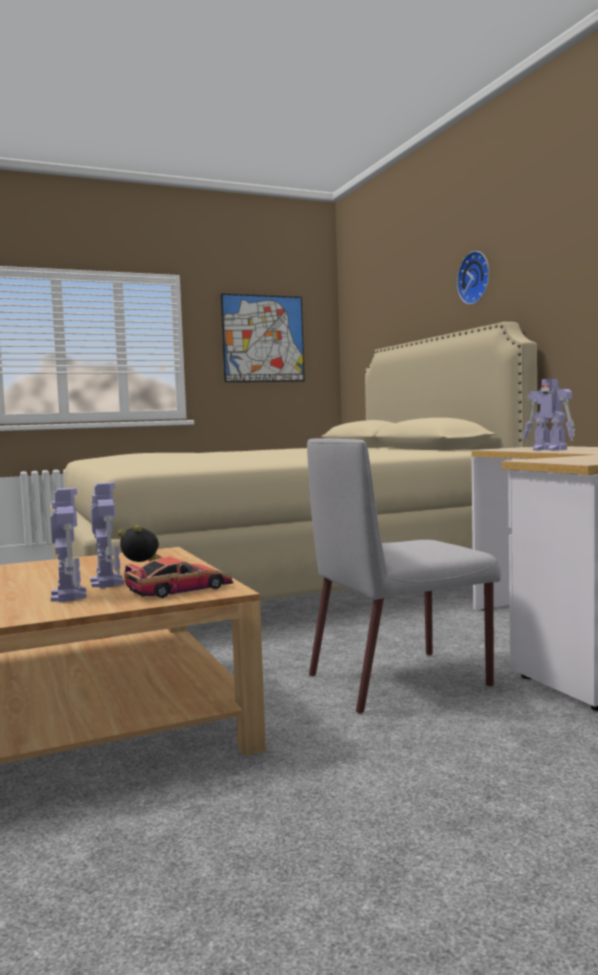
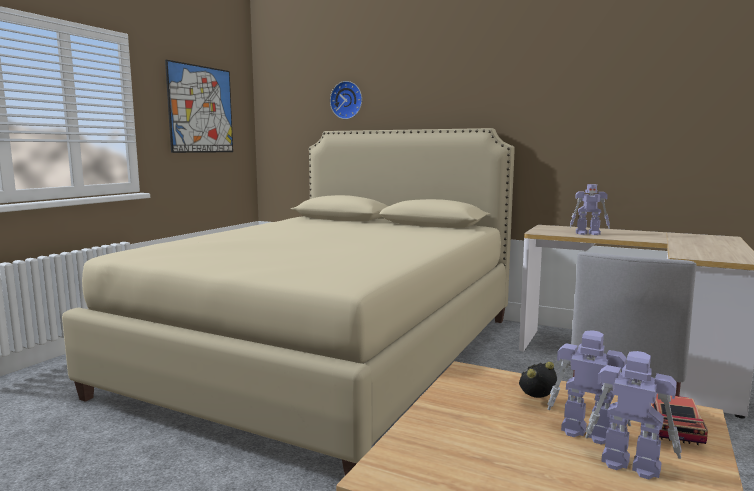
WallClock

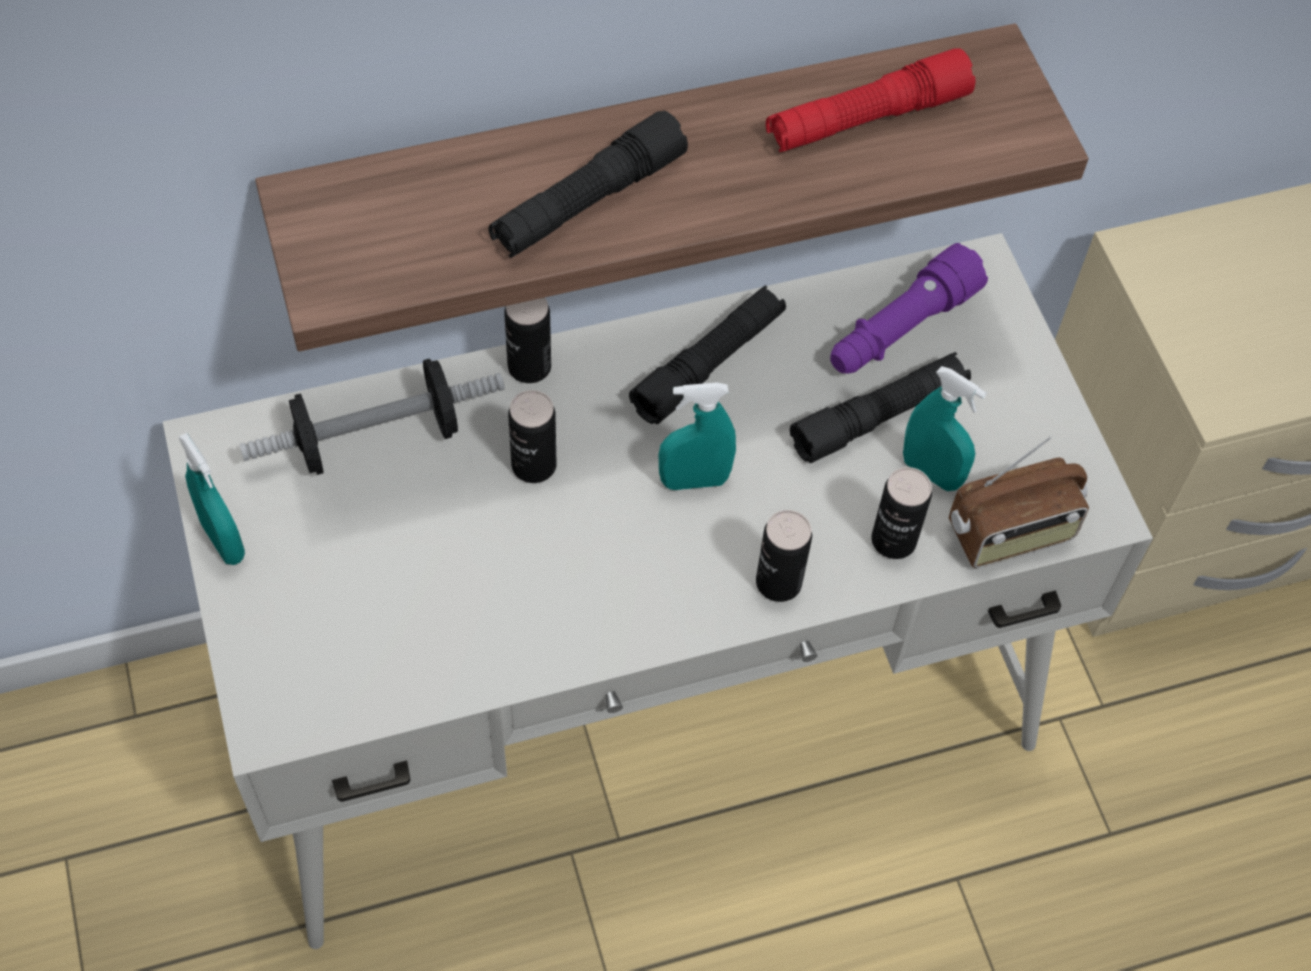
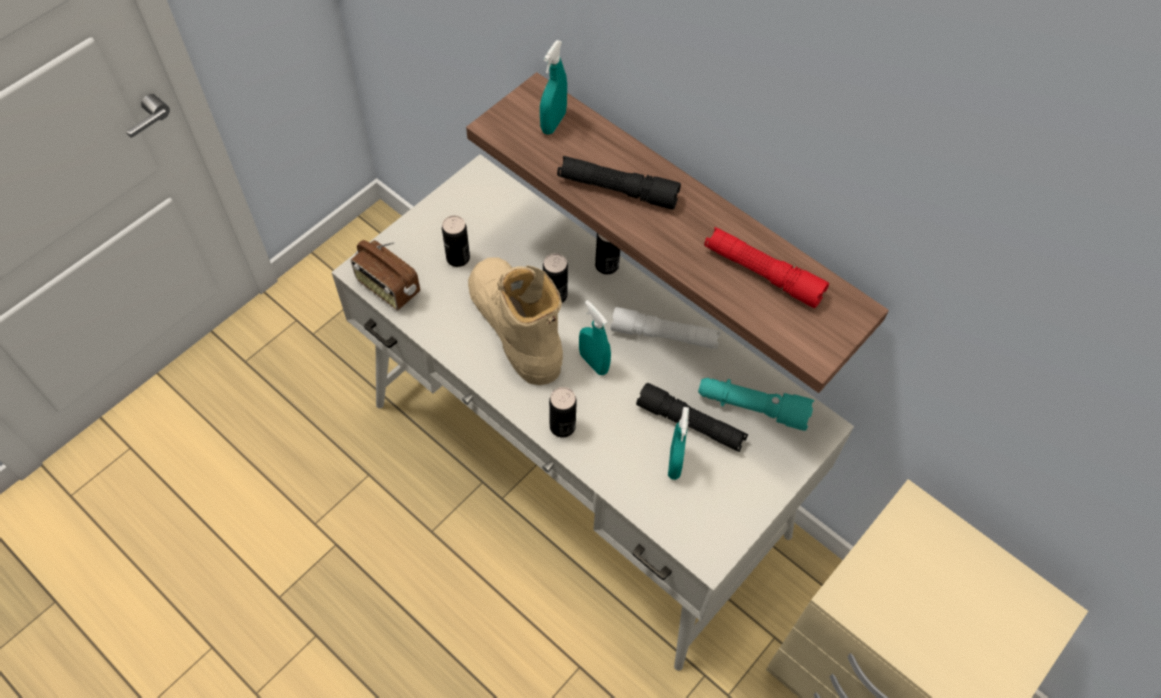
Radio
Can (1st from left)
BeigeBoot
TurquoiseSprayBottle (1st from left)
WhiteFlashlight
TurquoiseFlashlight
Dumbbell

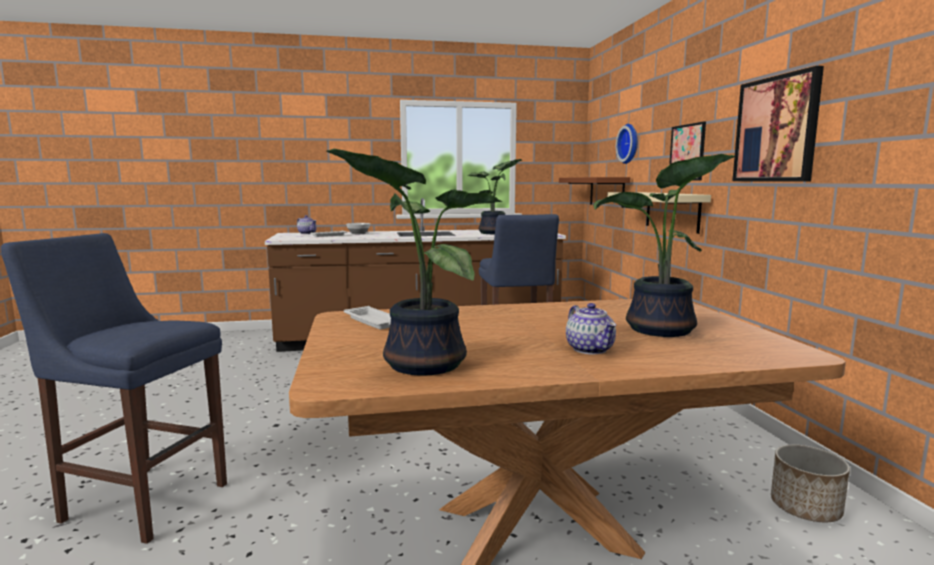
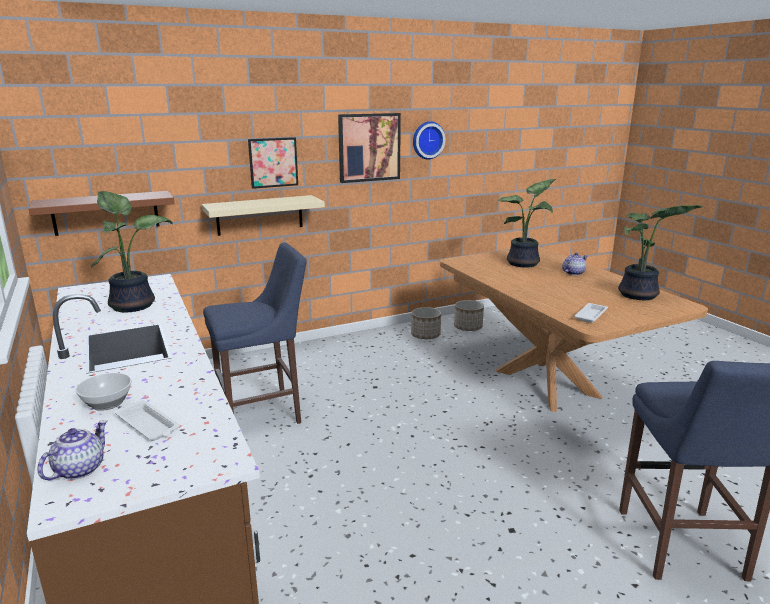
Planter (1st from left)
WallClock

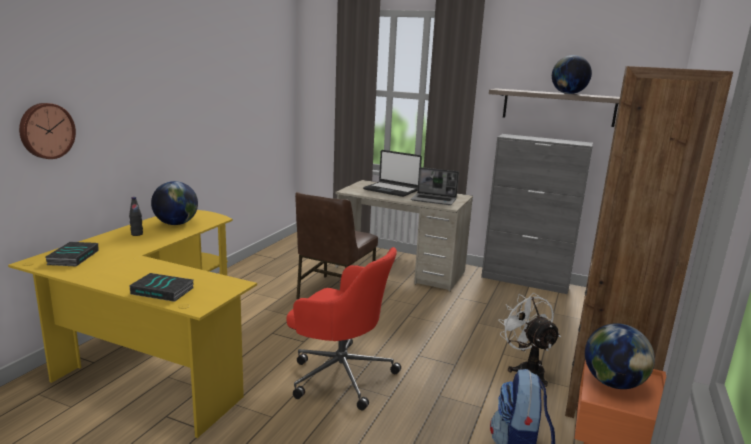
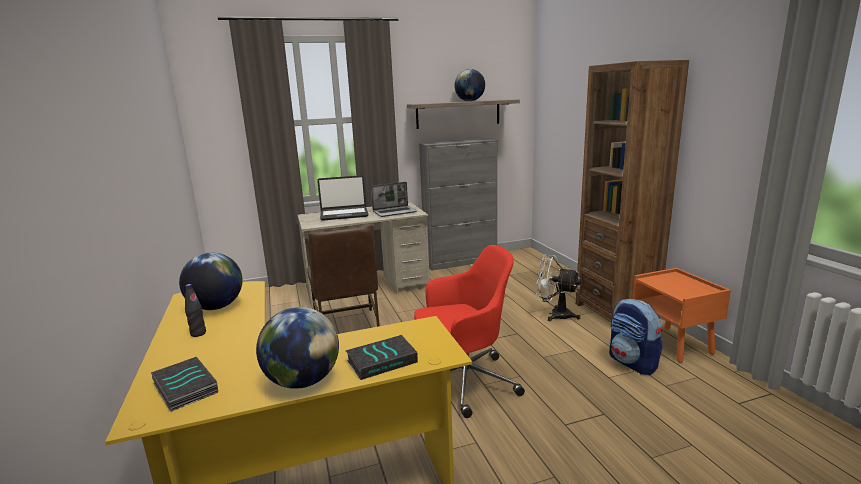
Globe (2nd from left)
WallClock

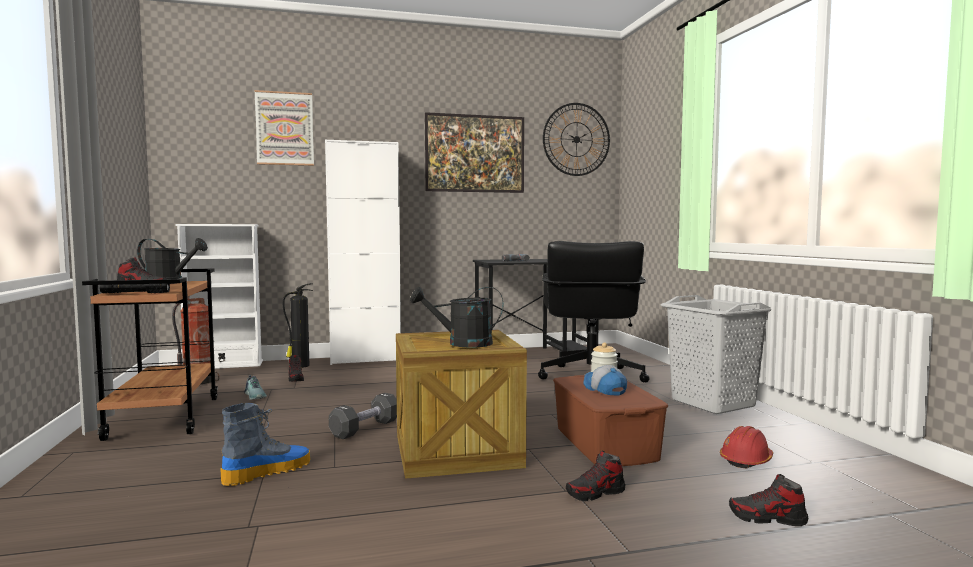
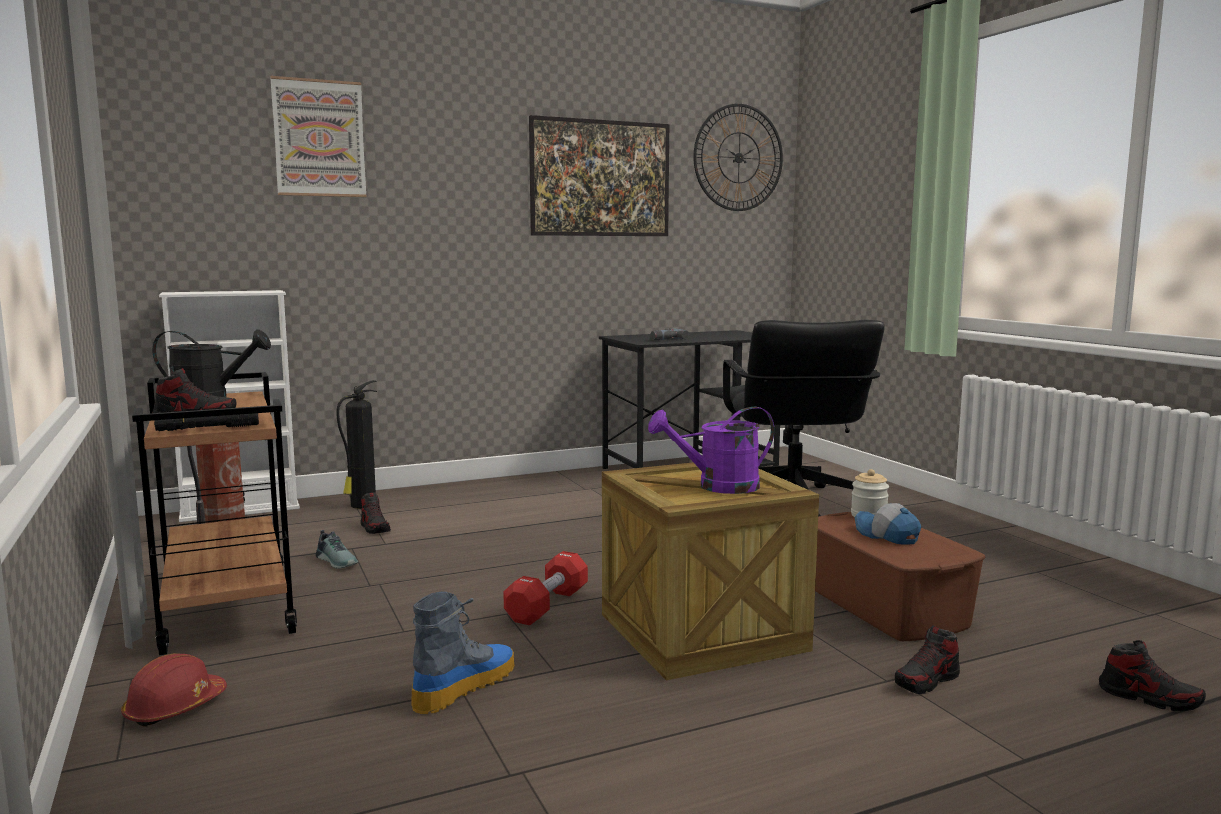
RedHardHat
RedDumbbell
PurpleWateringCan
Shoe (5th from left)
WhiteCabinet
GreyLaundryBasket

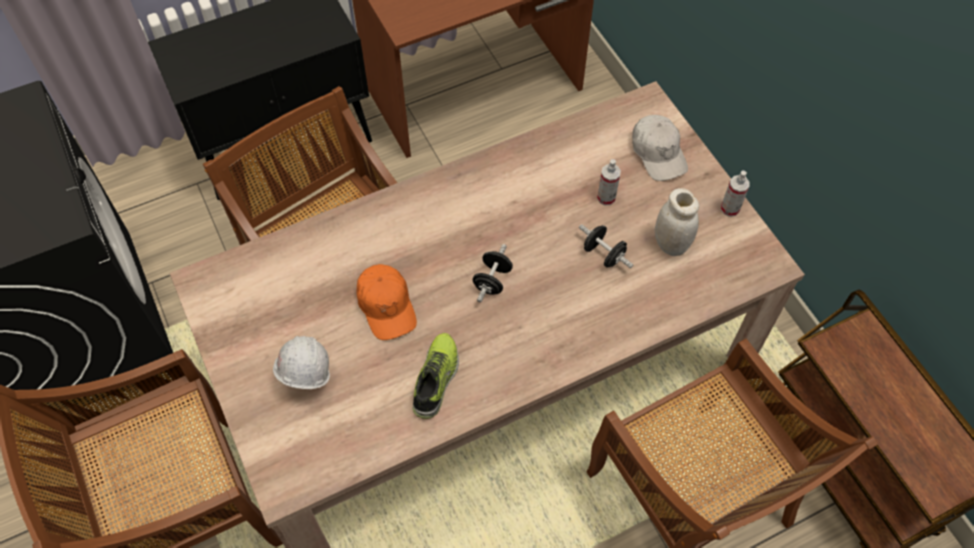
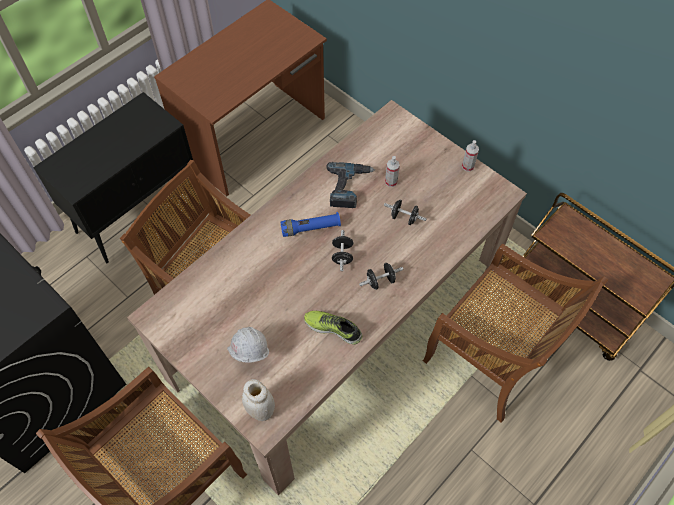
WhiteJar
BlueFlashlight
Shoe
PowerDrill
BlackDumbbell (2nd from left)
OrangeCap
WhiteCap

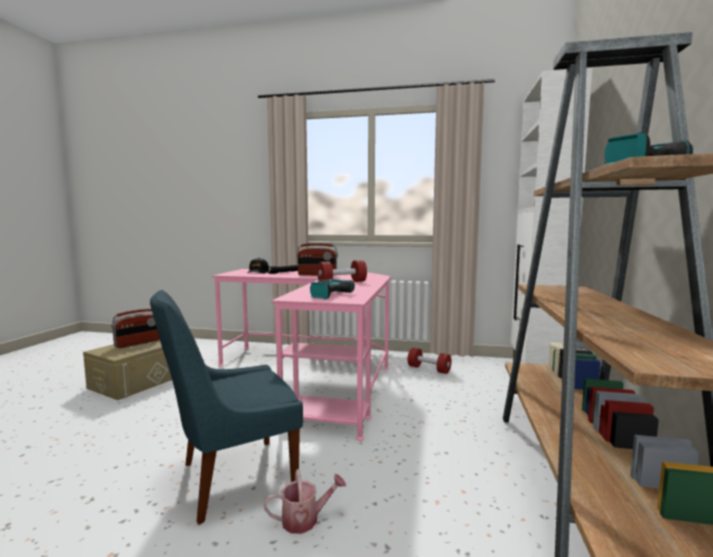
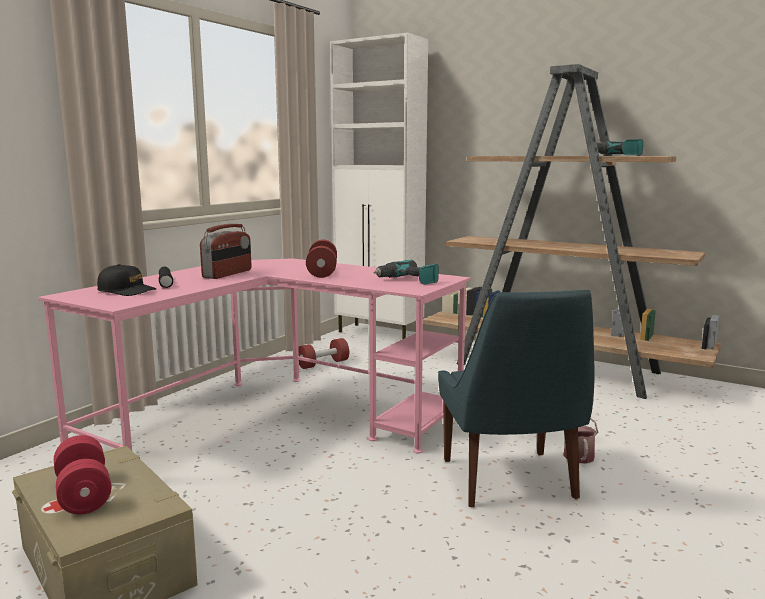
RedDumbbell (1st from left)

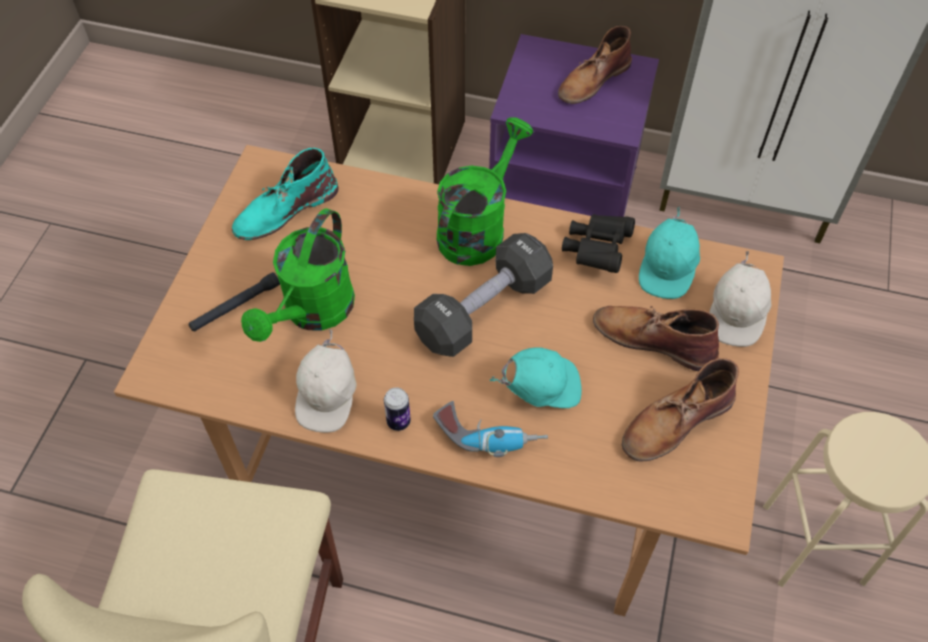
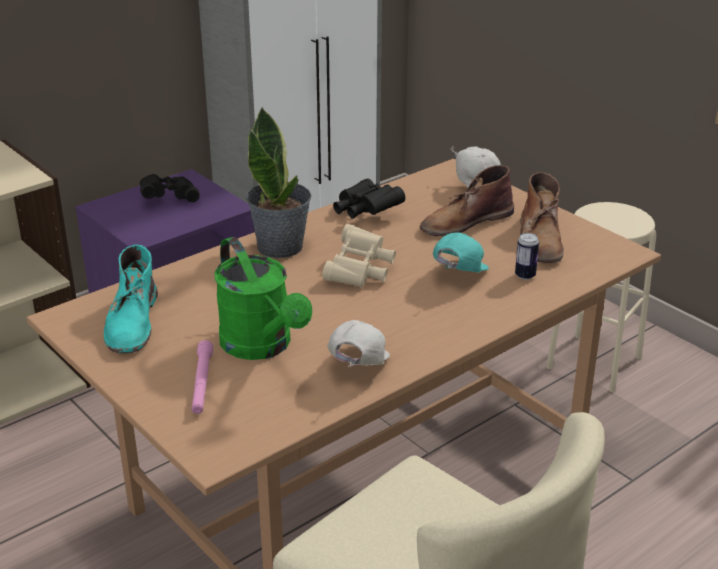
BlackBinoculars (1st from left)
PinkFlashlight
PottedPlant
BeigeBinoculars
WhiteCap (1st from left)
Can
PowerDrill
TurquoiseCap (2nd from left in the first image)

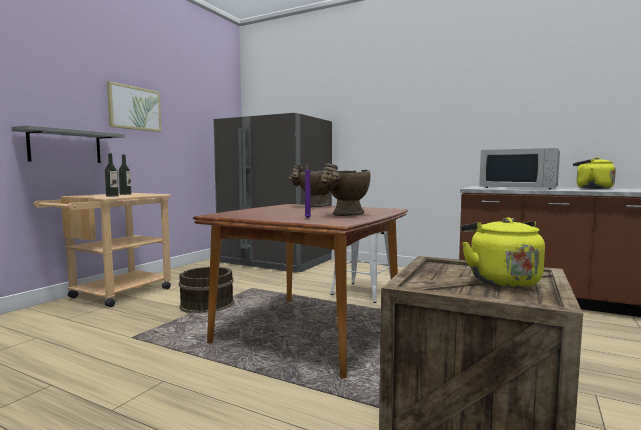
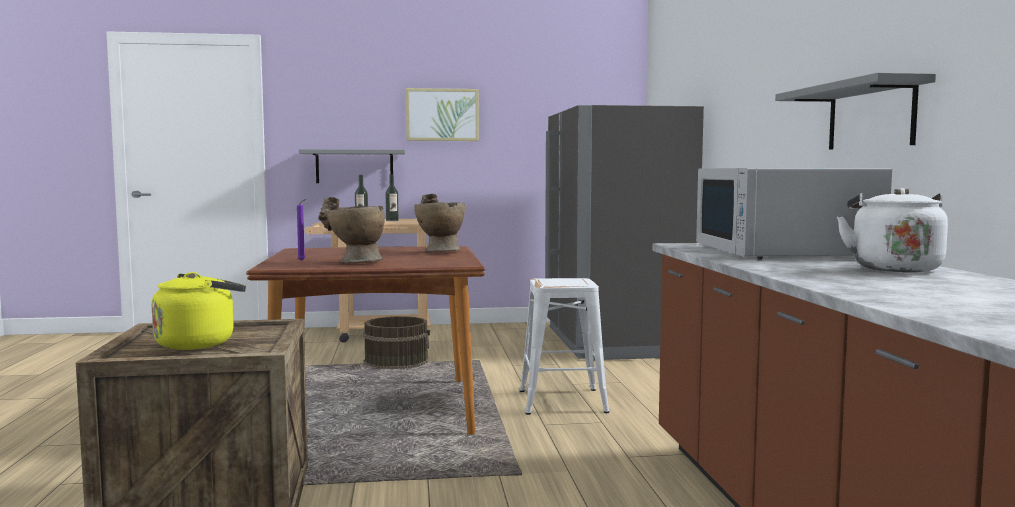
GreyShelf (2nd from left)
WhiteKettle

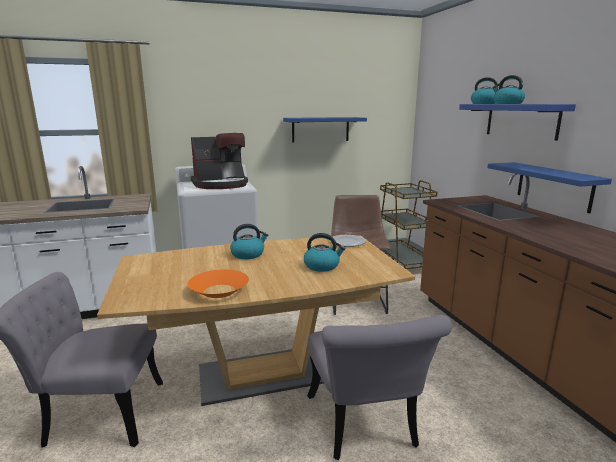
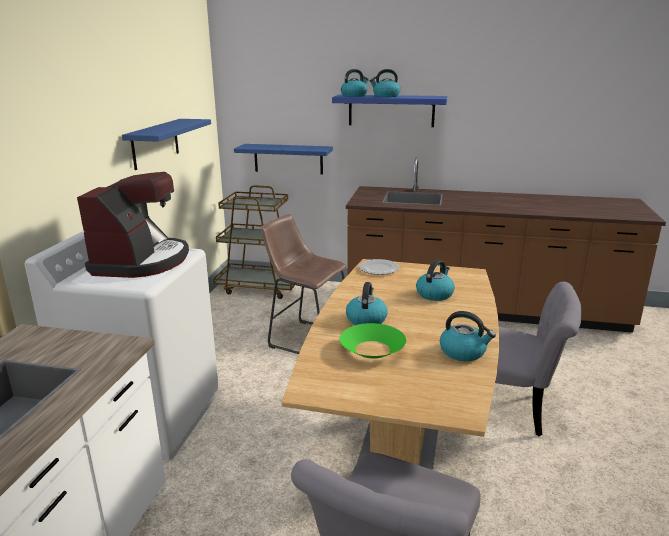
BlueShelf (2nd from left)
GreenBowl
Kettle (5th from left)

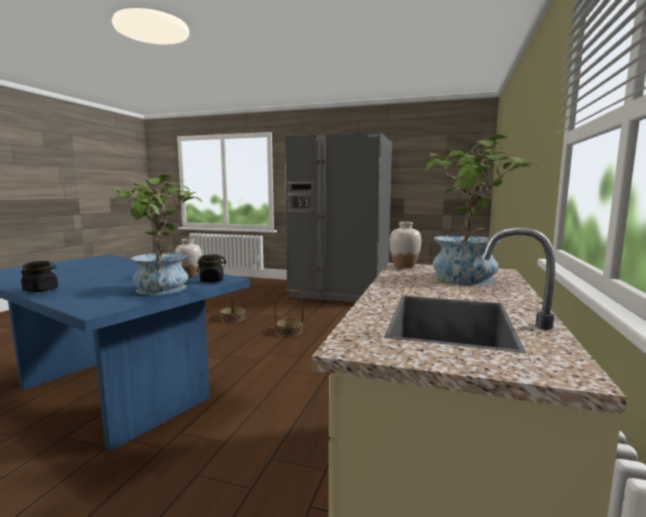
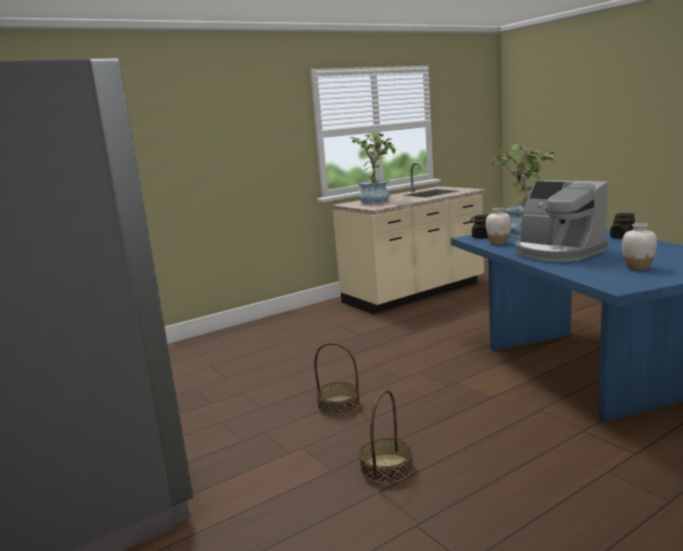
CoffeeMachine
WhiteVase (2nd from left)

